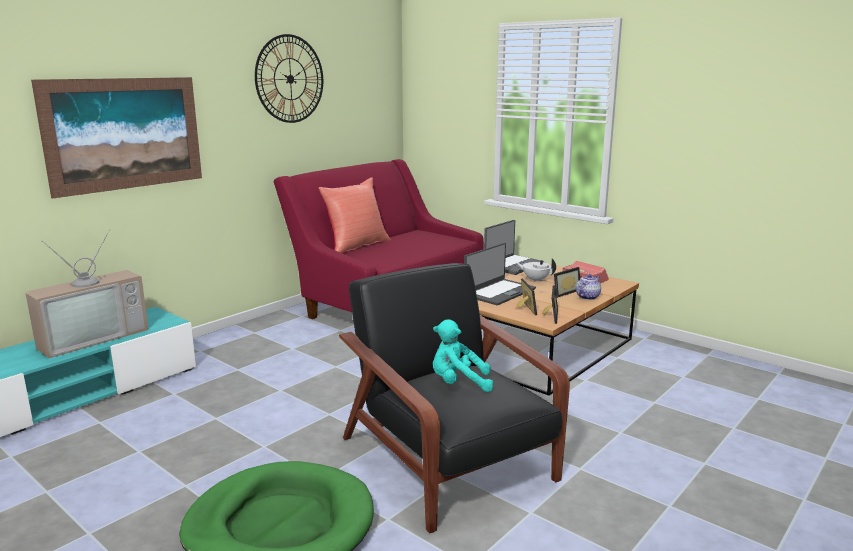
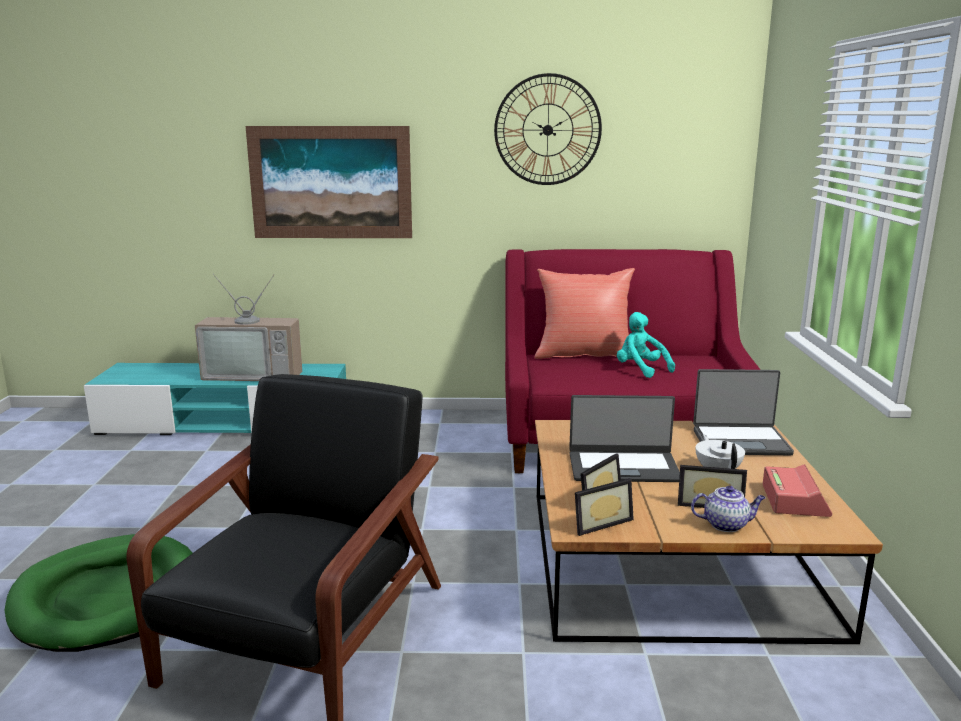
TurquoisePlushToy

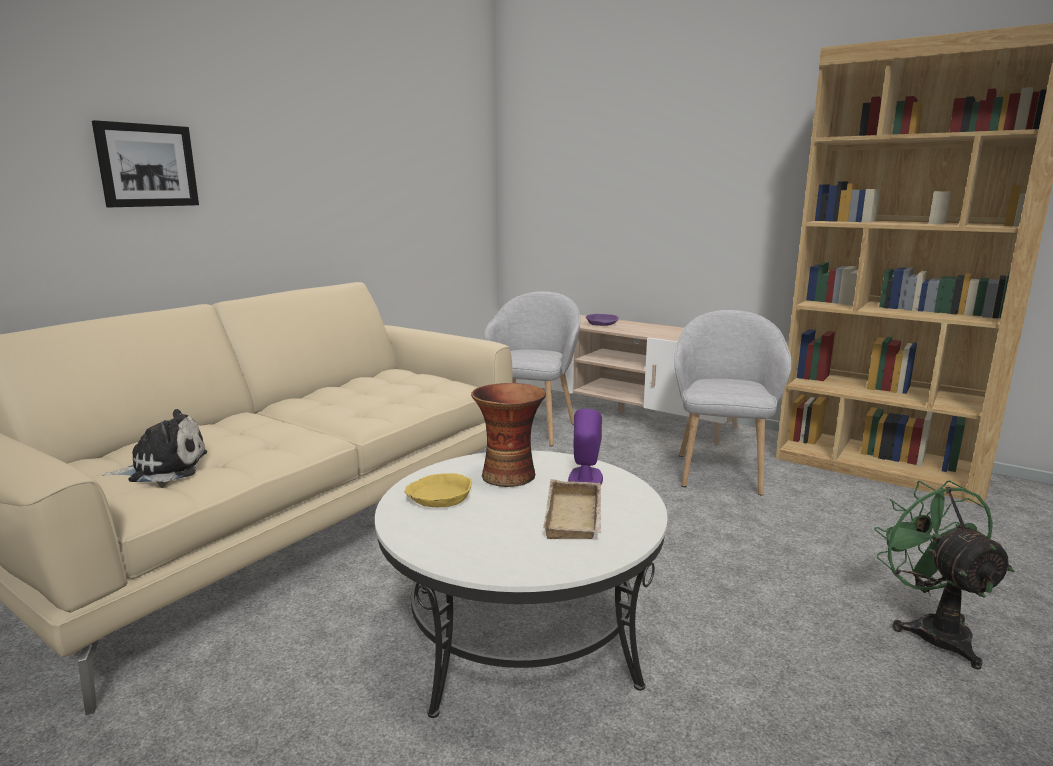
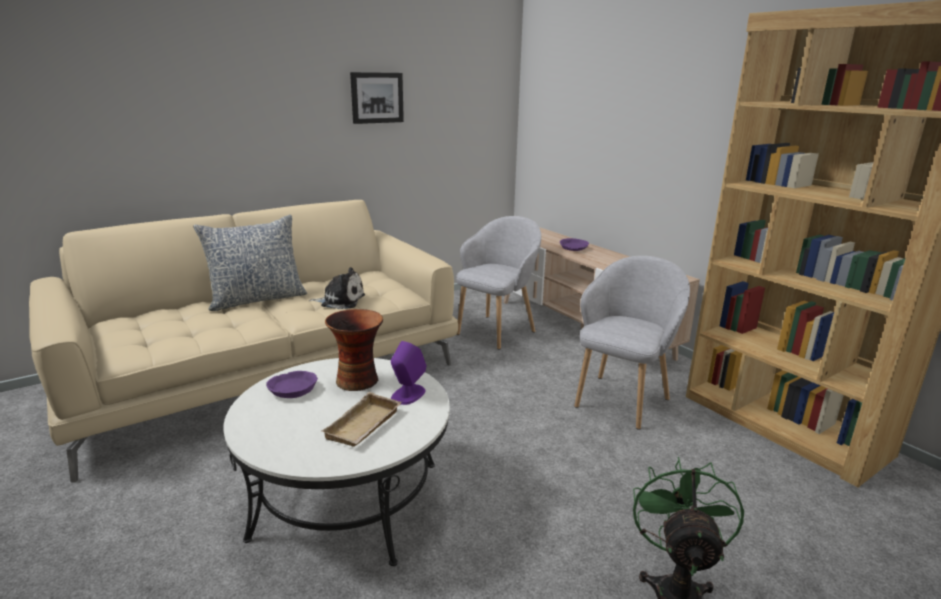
Pillow
PurpleBowl (1st from left)
PlushToy
Picture

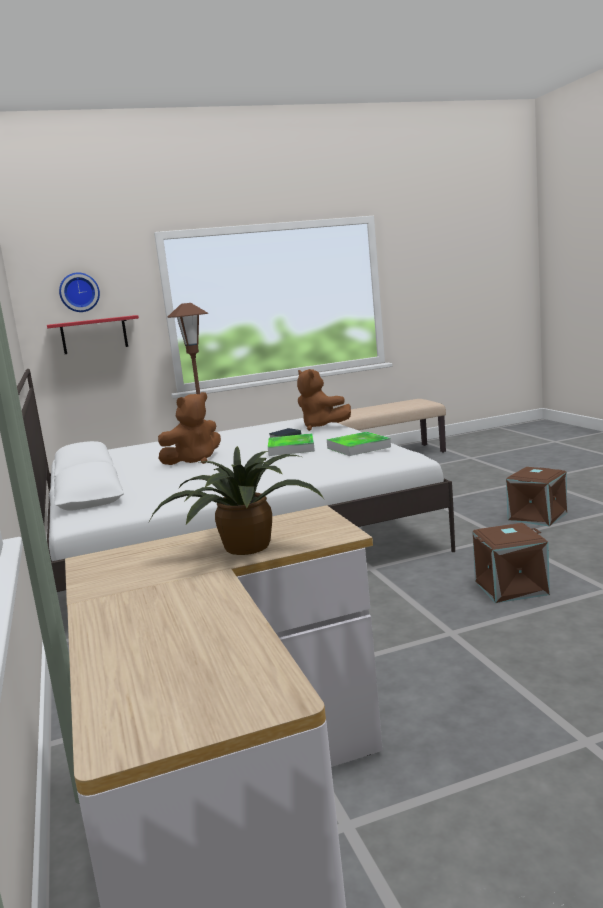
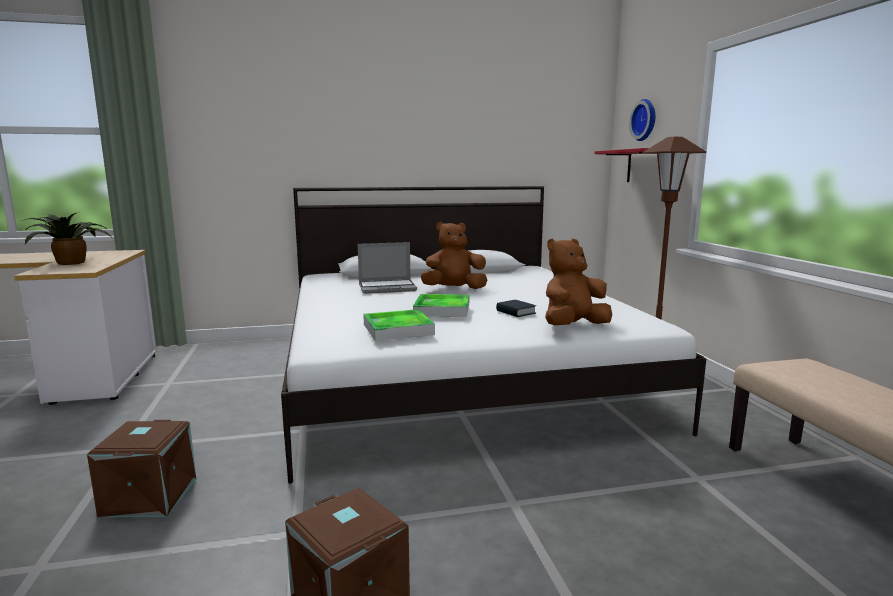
Laptop
BrownPlushToy (1st from left)

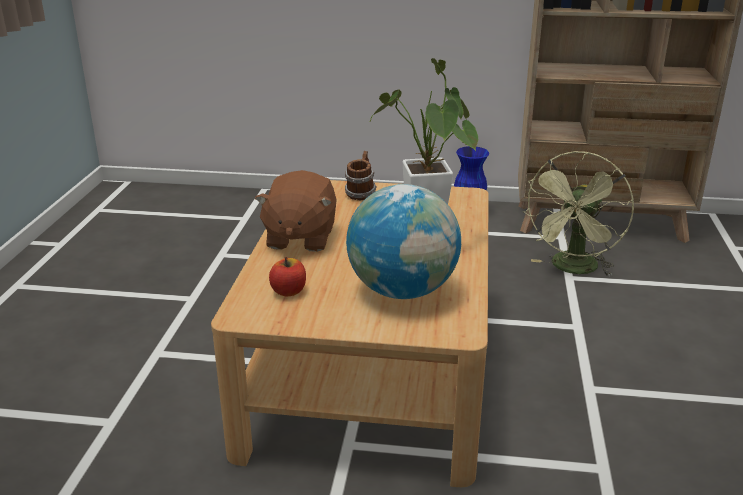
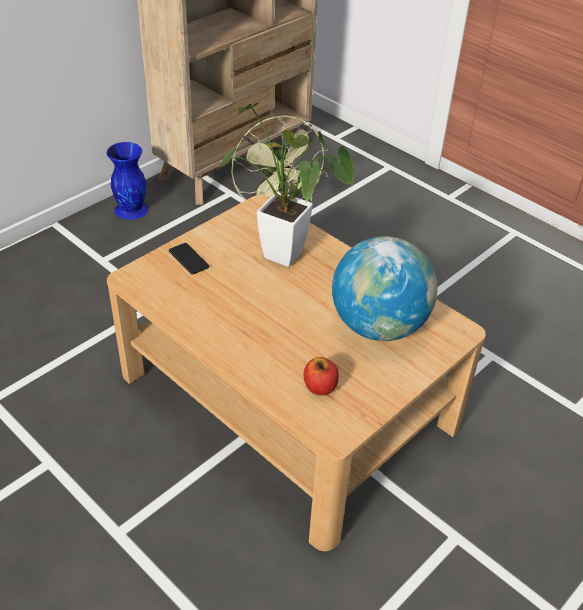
Phone
BrownPlushToy

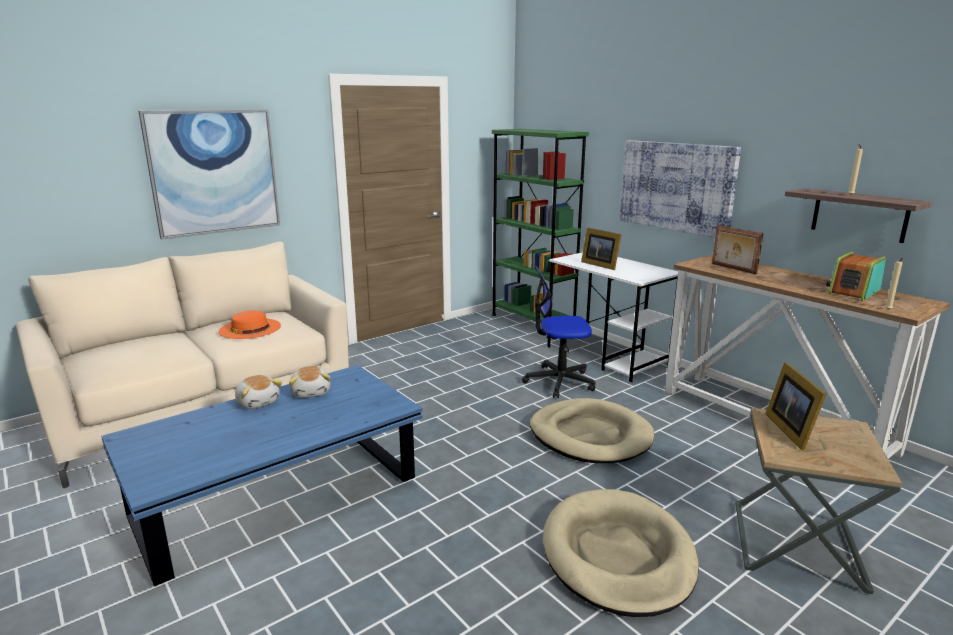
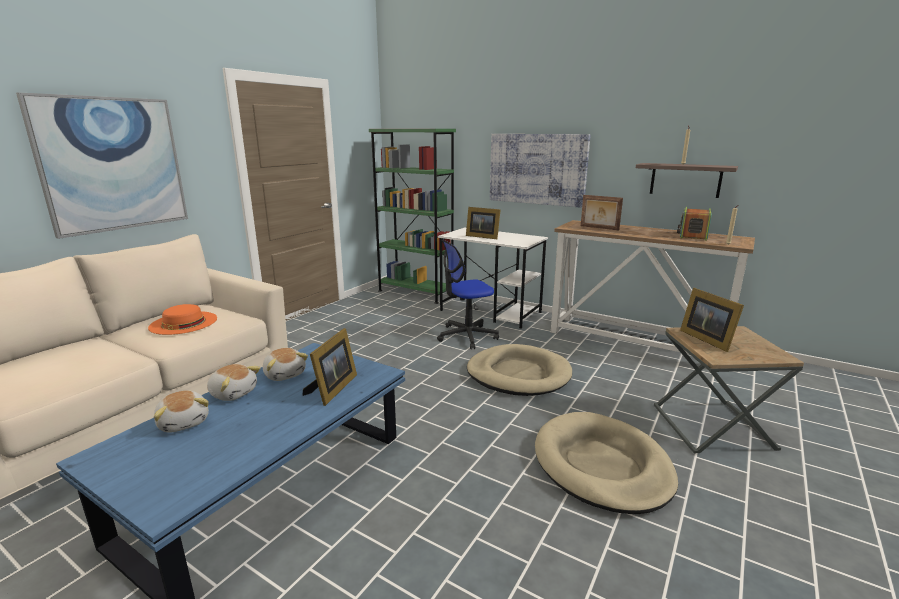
PlushToy (1st from left)
PictureFrame (1st from left)

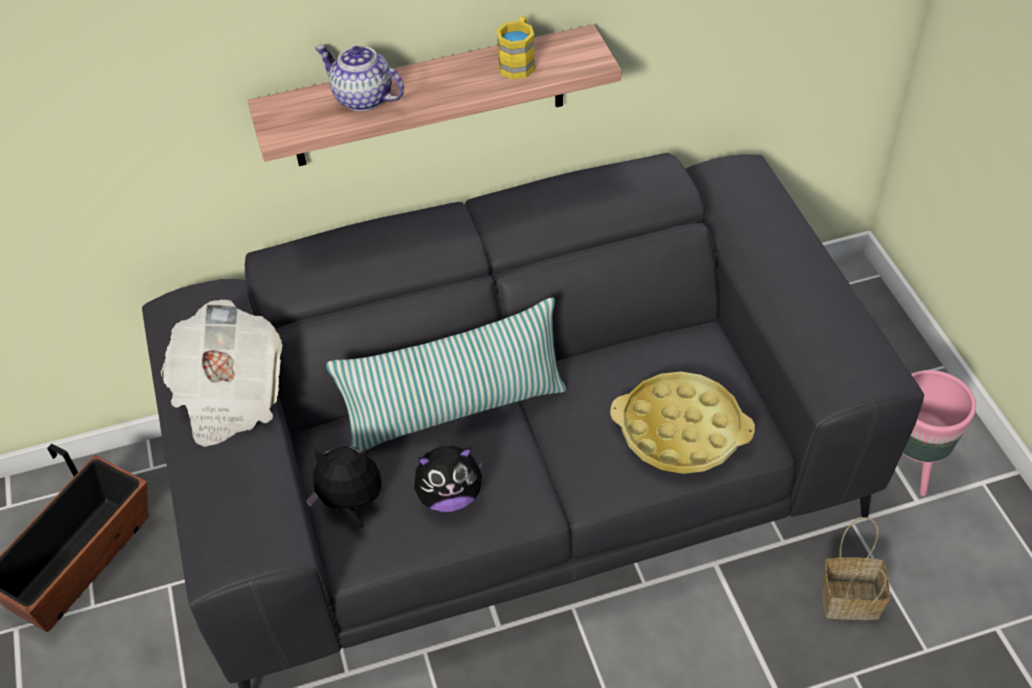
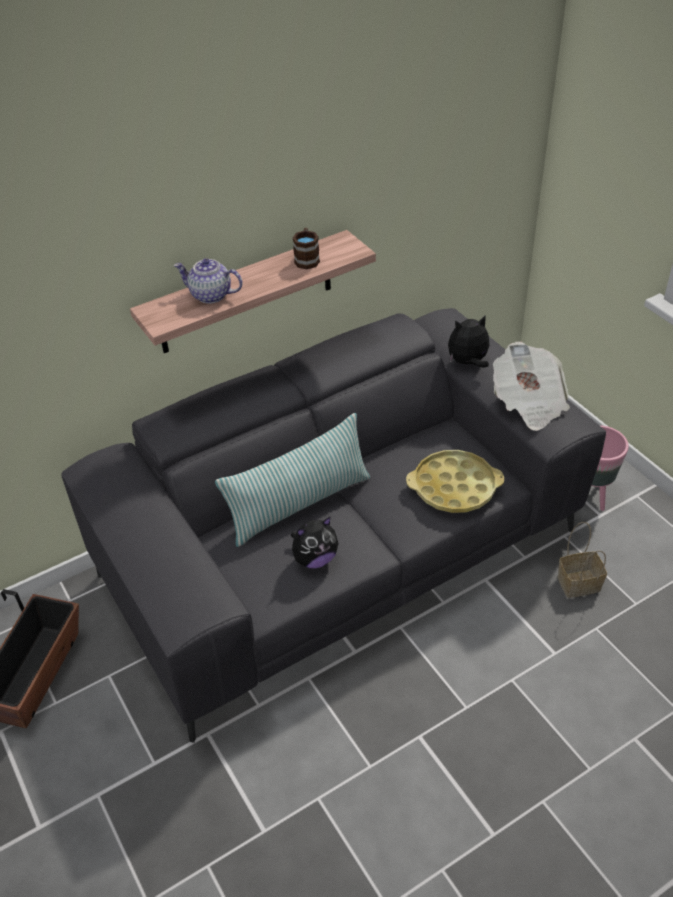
BrownMug
PlushToy (2nd from left)
Newspaper

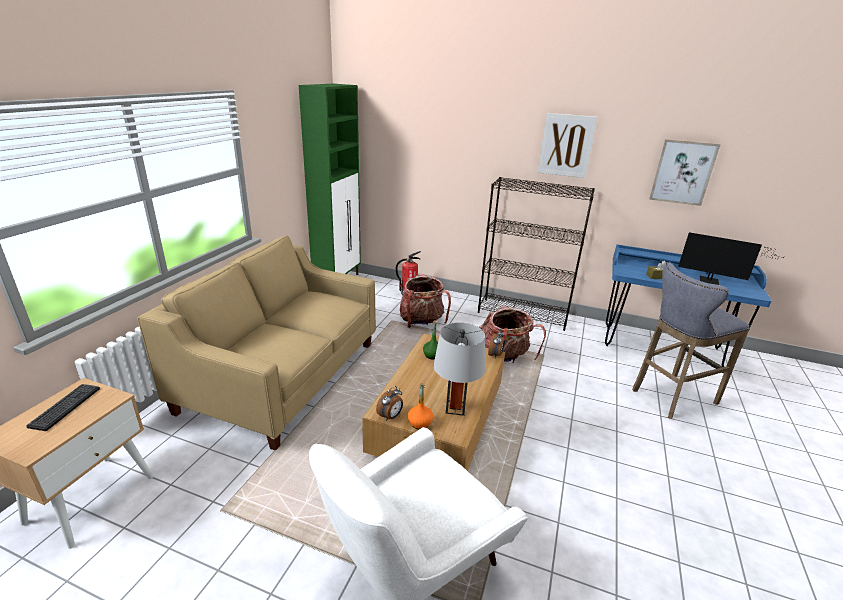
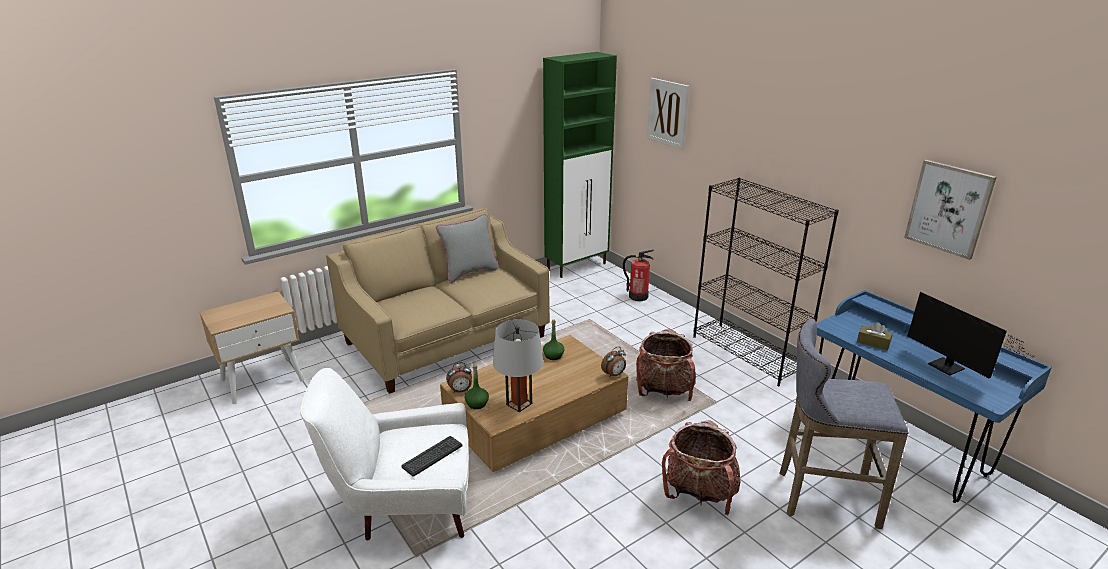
Keyboard
GreyPillow
GreenBottle (1st from left)
Picture (1st from left)
Backpack (2nd from left)

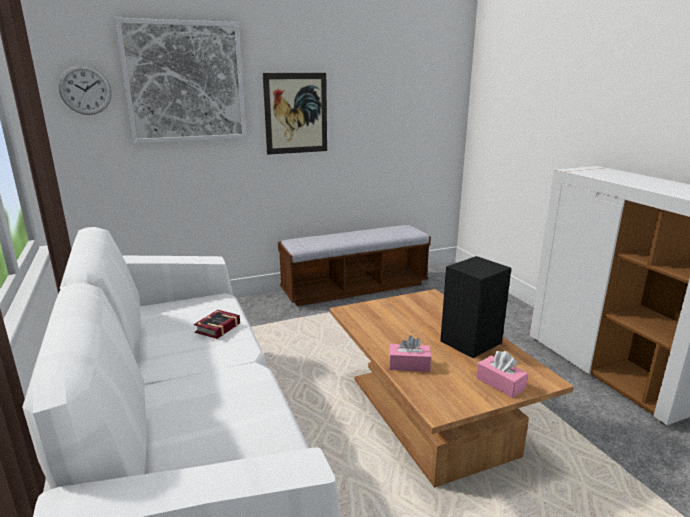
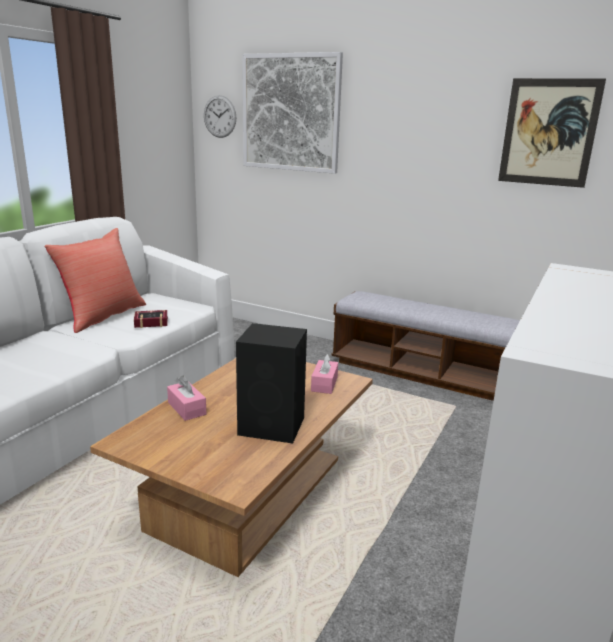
RedPillow
PinkTissueBox (2nd from left)
Picture (2nd from left)

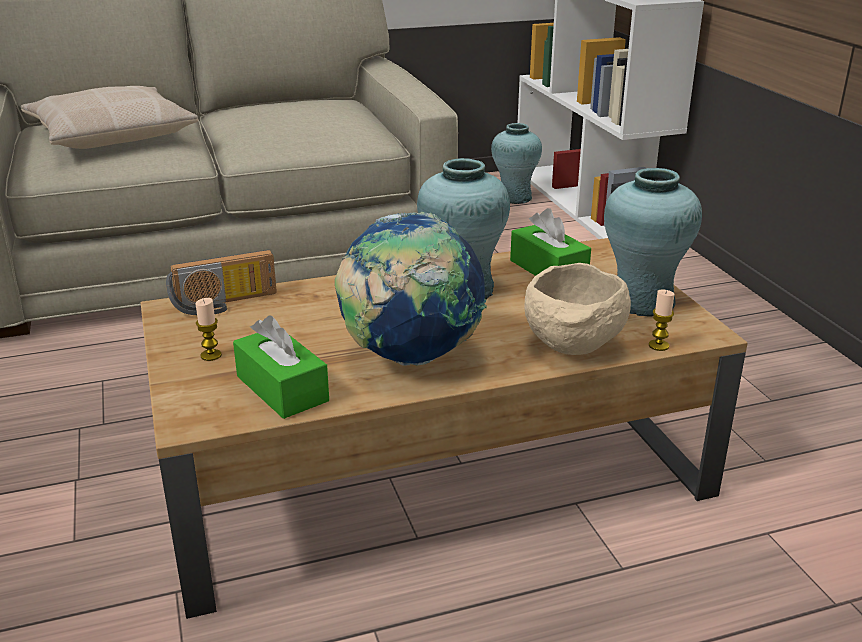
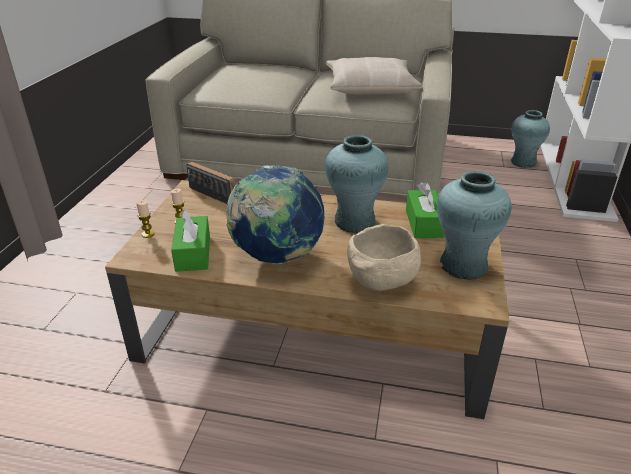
Candle (1st from left)
Radio
BeigePillow

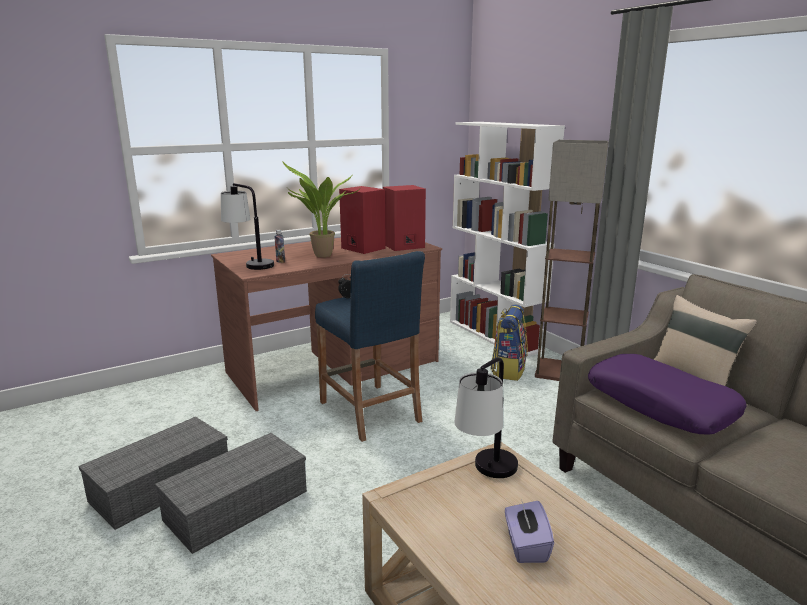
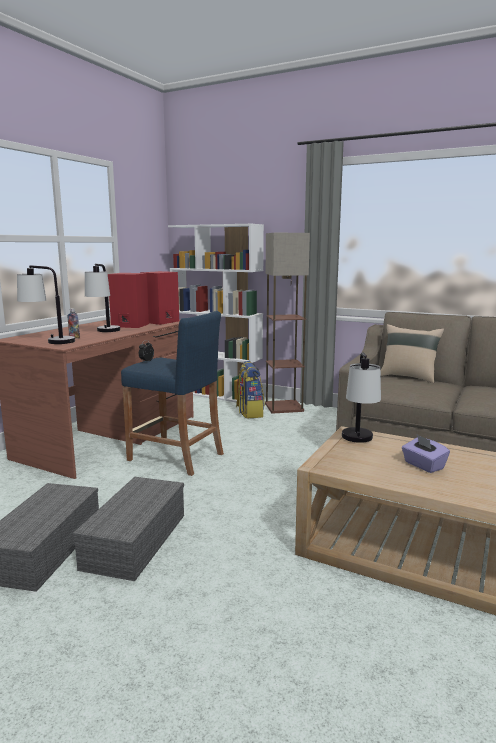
TableLamp (2nd from left)
PurplePillow

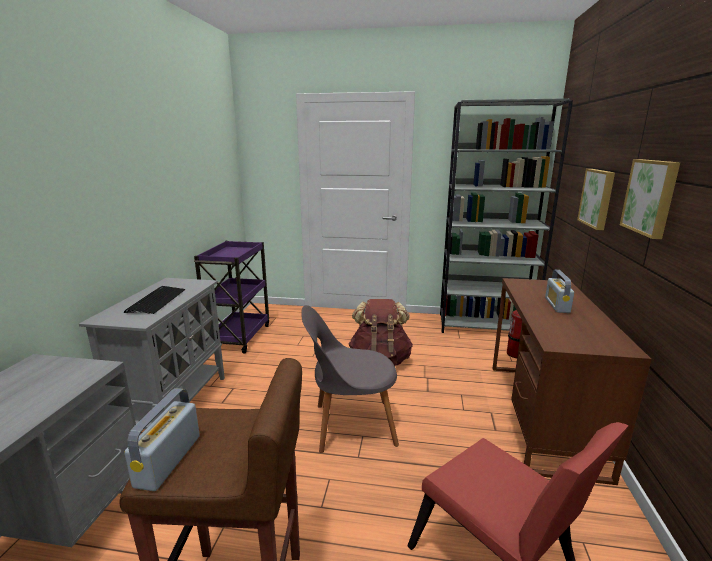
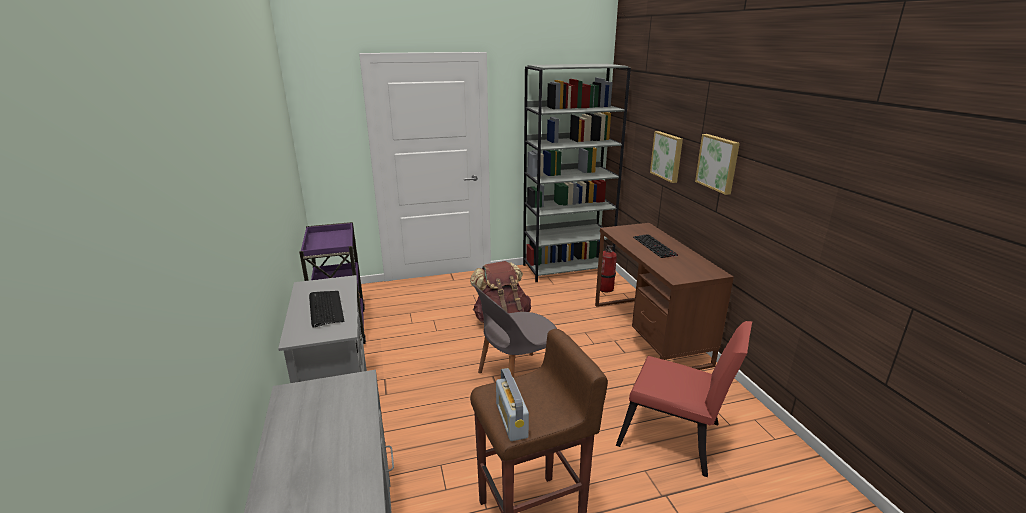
Keyboard (2nd from left)

